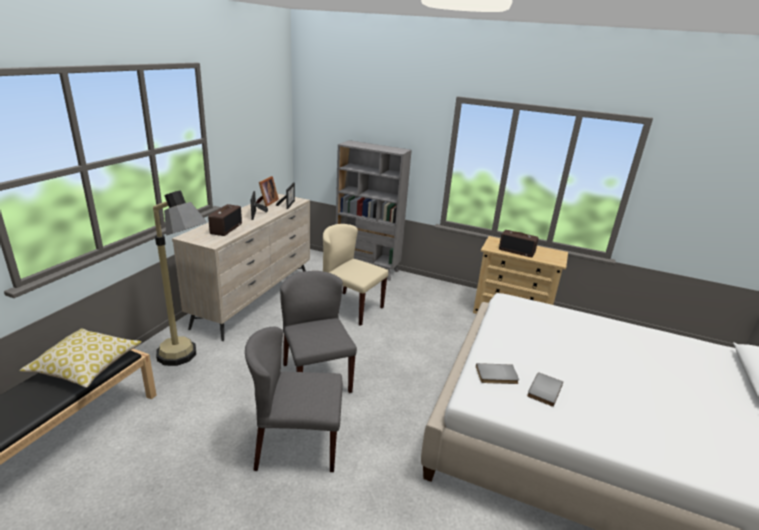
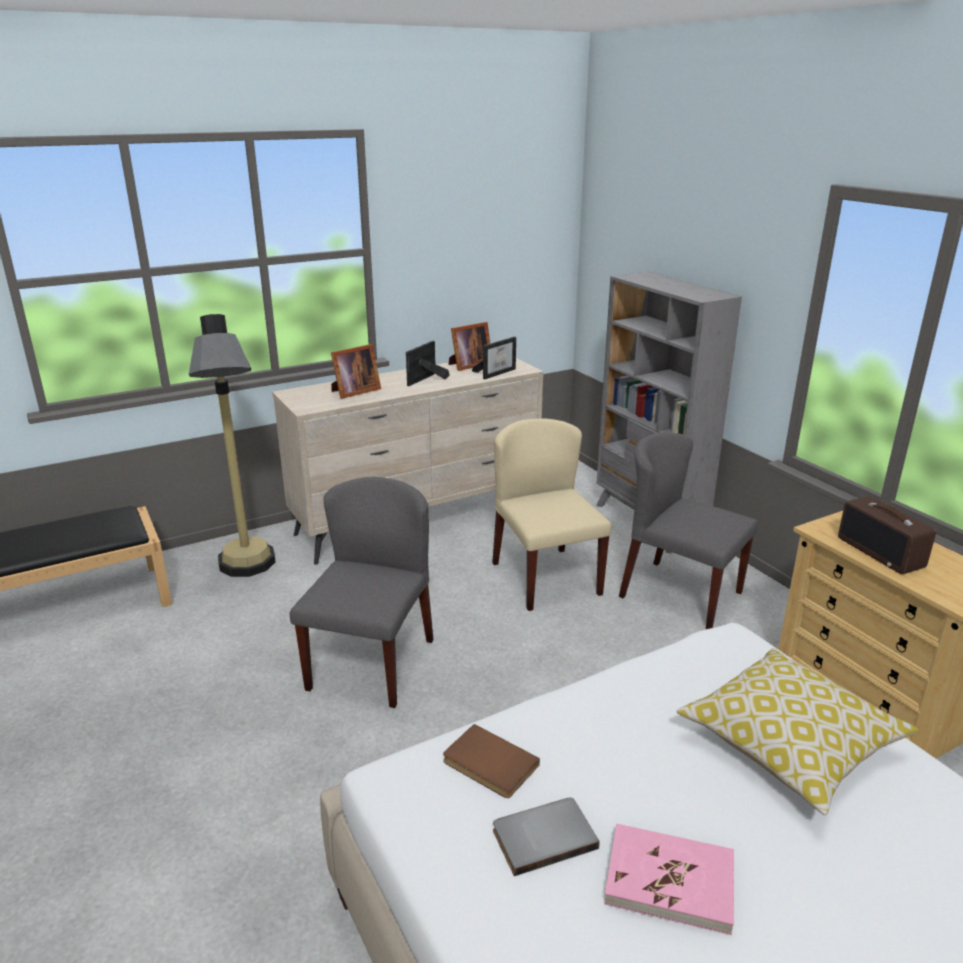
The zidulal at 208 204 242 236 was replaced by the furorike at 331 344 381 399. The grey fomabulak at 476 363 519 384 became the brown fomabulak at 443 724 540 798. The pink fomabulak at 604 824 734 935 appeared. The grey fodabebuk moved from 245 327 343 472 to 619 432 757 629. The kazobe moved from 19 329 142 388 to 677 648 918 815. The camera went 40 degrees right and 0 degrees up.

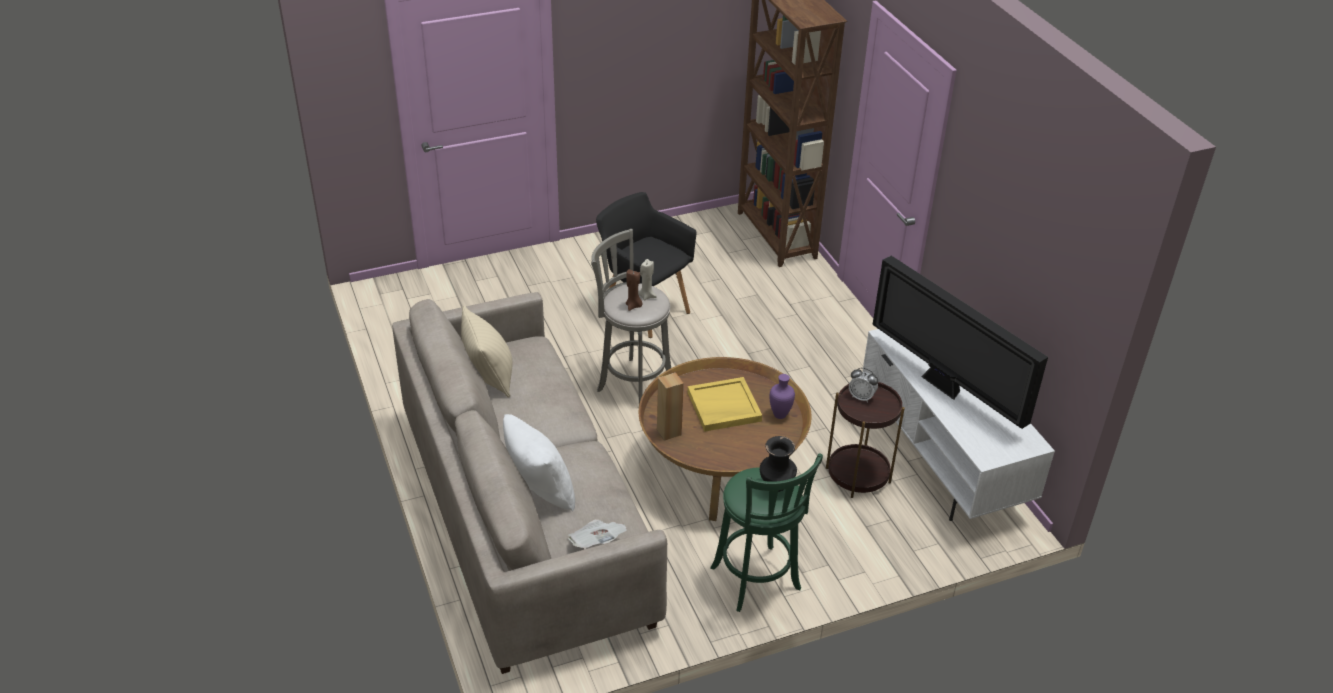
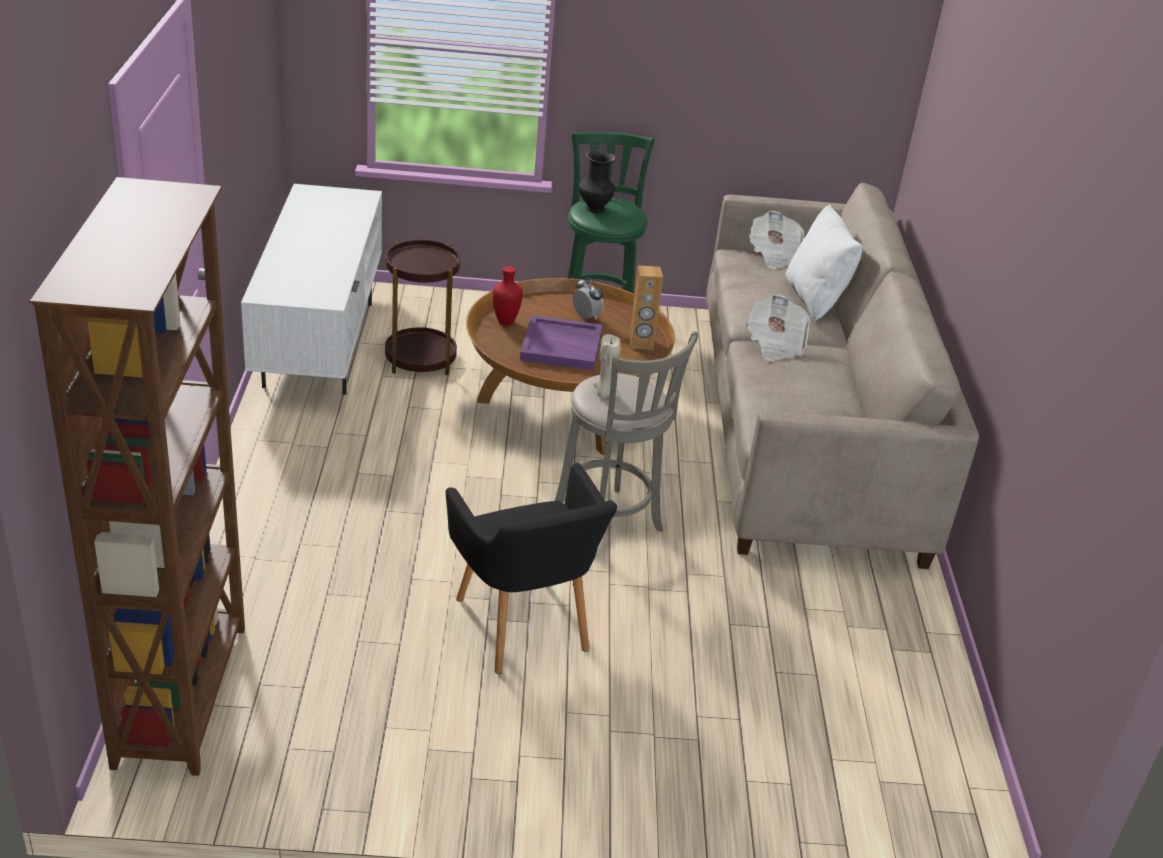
The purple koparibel at 770 374 795 419 became the red koparibel at 492 266 523 326. The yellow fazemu at 687 377 762 432 became the purple fazemu at 520 315 602 371. The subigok moved from 849 368 878 403 to 573 277 603 320. The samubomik at 746 294 811 361 appeared. The beige kazobe at 461 306 513 398 disappeared. The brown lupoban at 626 269 643 311 disappeared. The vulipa at 872 256 1048 429 disappeared. The camera went 160 degrees left and 5 degrees down.

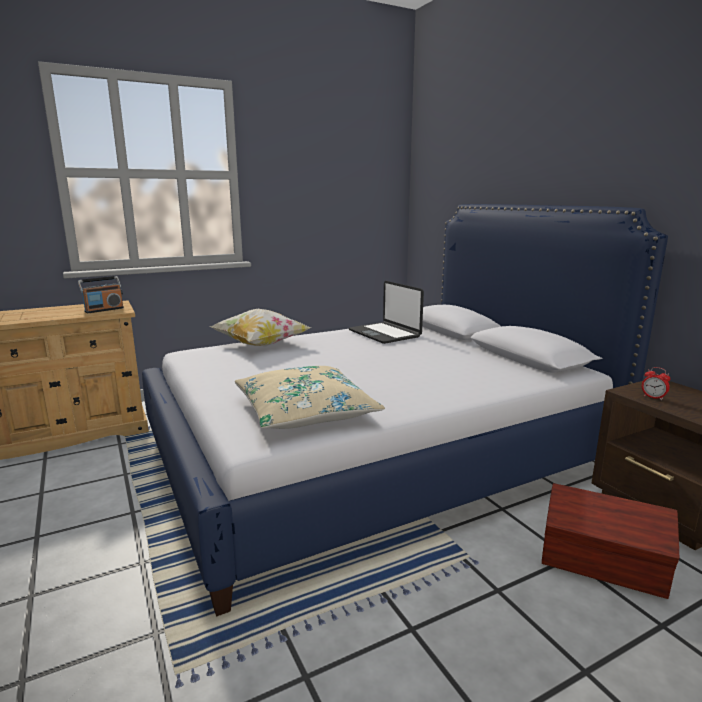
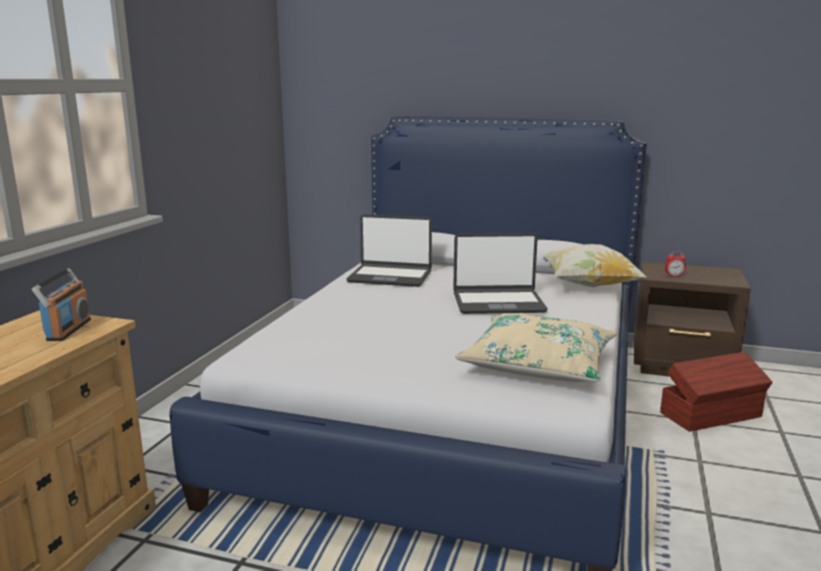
The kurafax at 453 233 548 314 appeared. The kazobe moved from 211 309 311 346 to 543 244 646 287. The camera went 45 degrees left and 0 degrees up.

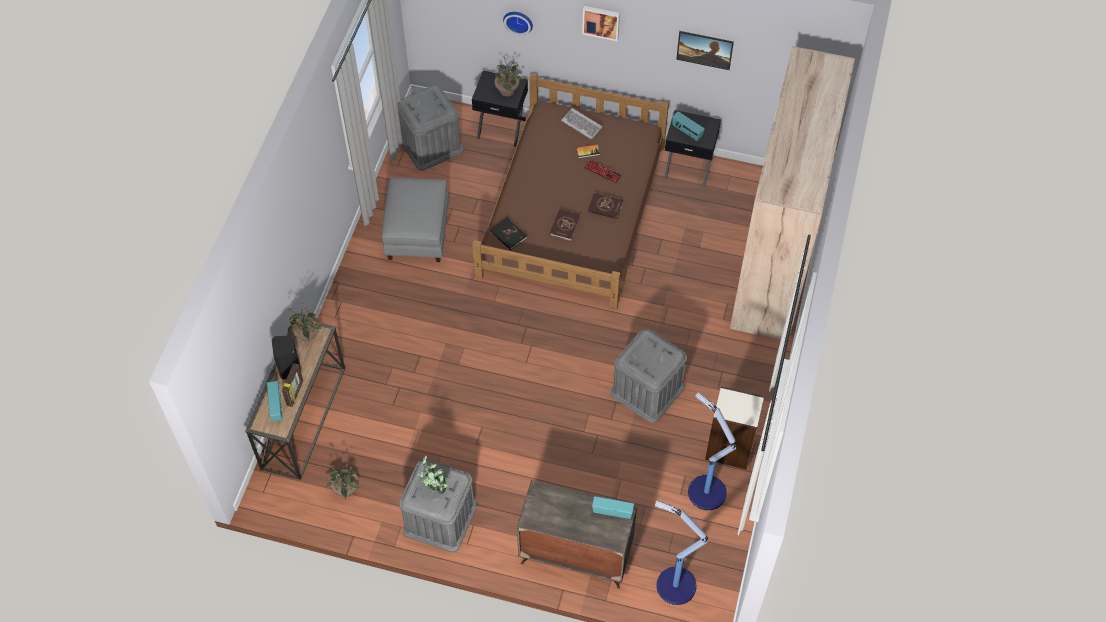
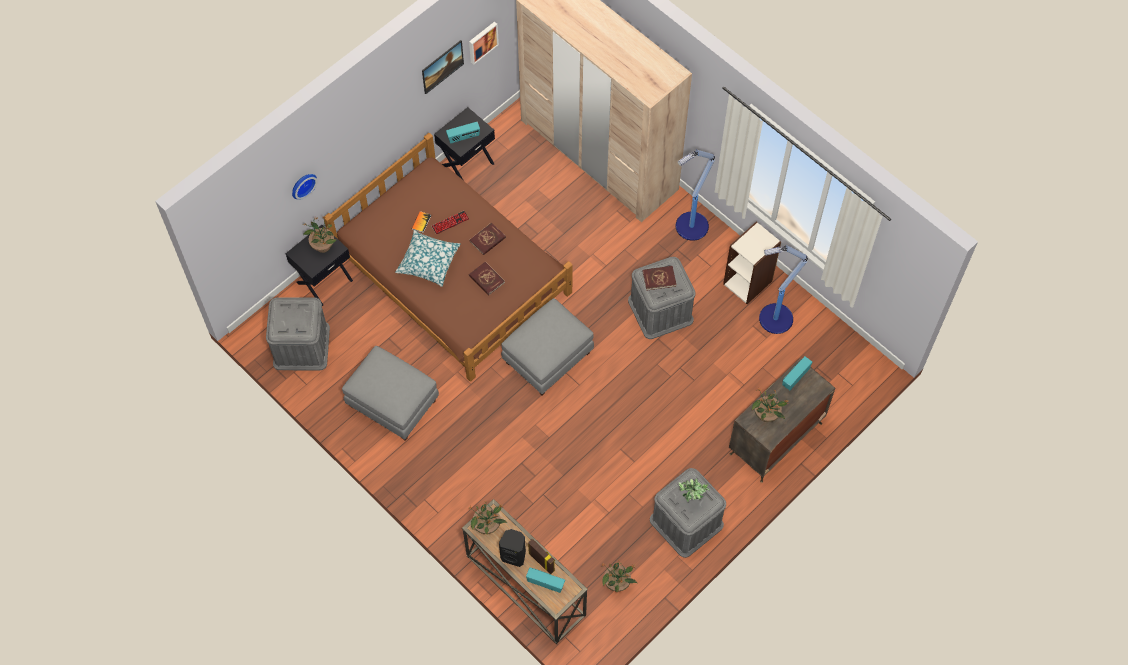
The kazobe at 395 230 461 287 appeared. The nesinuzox moved from 582 6 620 41 to 469 21 499 65. The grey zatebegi at 501 298 594 395 appeared. The red fomabulak at 643 266 677 291 appeared. The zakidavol moved from 655 500 708 605 to 676 150 715 241. The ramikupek at 752 387 788 422 appeared. The black fomabulak at 490 217 527 250 disappeared. The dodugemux at 561 108 602 139 disappeared. The camera went 60 degrees left and 5 degrees up.

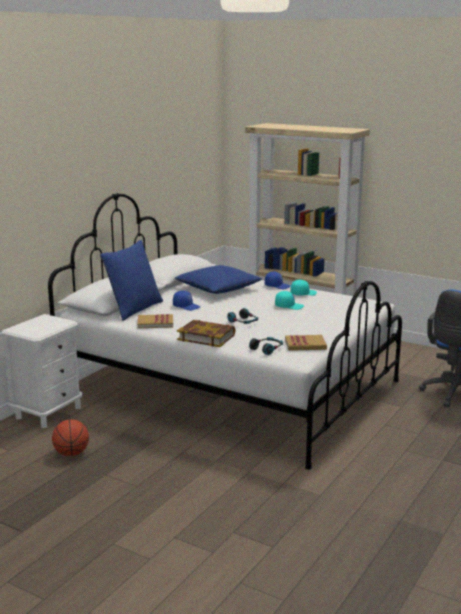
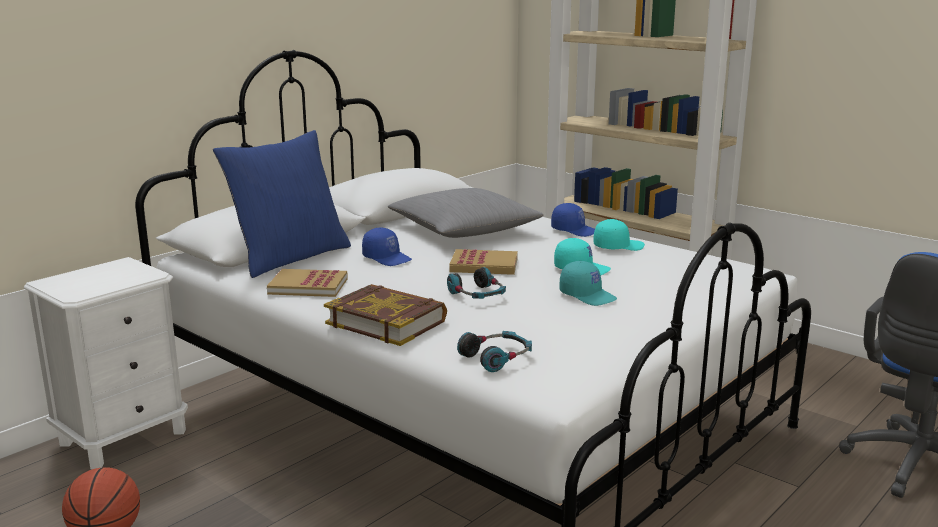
The blue kazobe at 175 265 262 294 became the grey kazobe at 388 188 544 238. The fomabulak moved from 285 335 327 351 to 449 249 518 275. The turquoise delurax at 559 261 617 306 appeared. The camera went 10 degrees right and 0 degrees up.

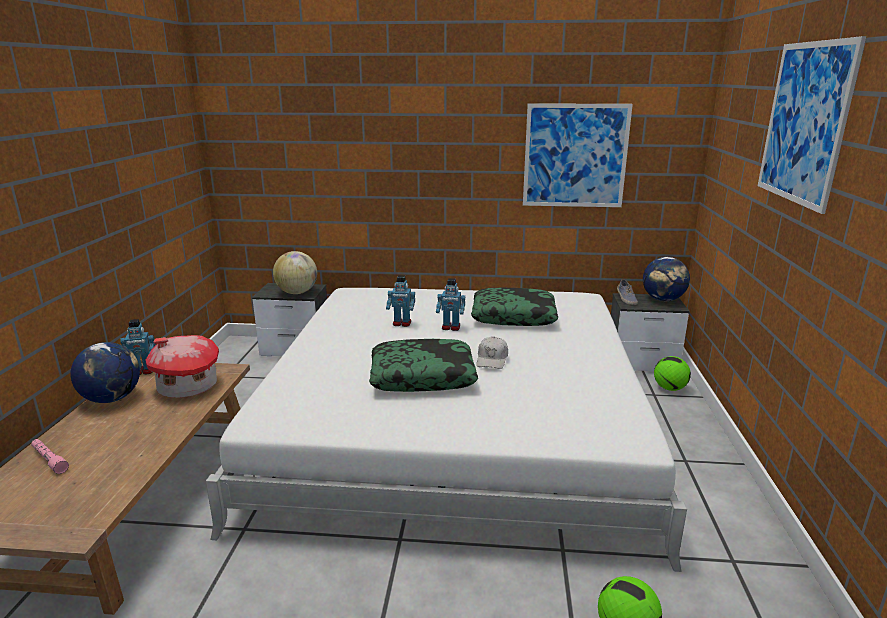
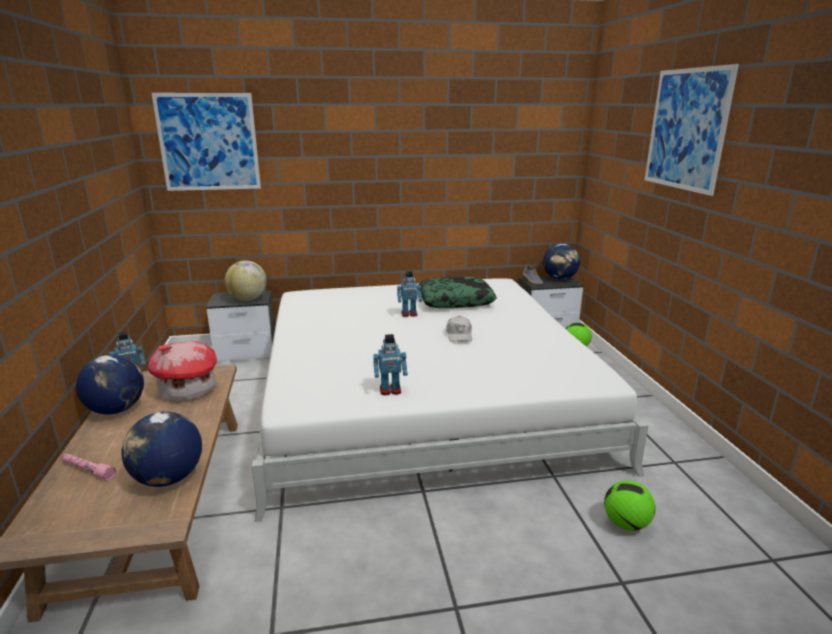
The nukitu at 121 412 202 487 appeared. The nesinuzox moved from 523 103 633 207 to 151 93 261 191. The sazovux moved from 386 275 415 327 to 373 334 408 395. The kazobe at 369 339 478 392 disappeared. The camera went 15 degrees left and 0 degrees up.

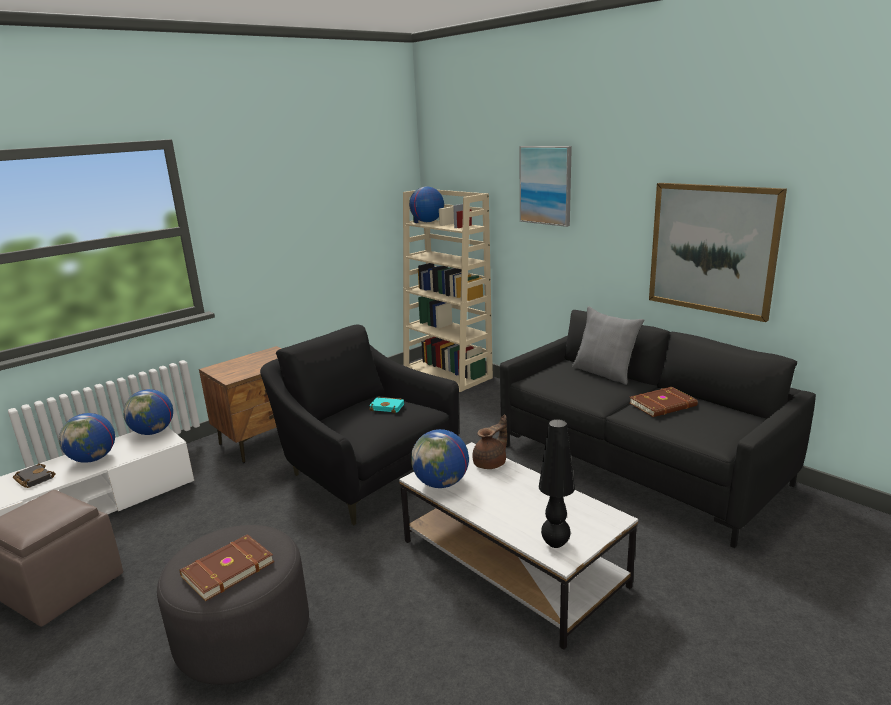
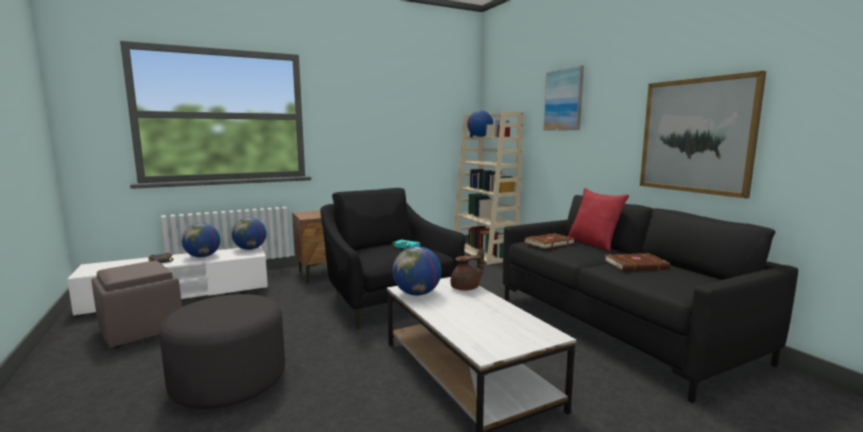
The brown fomabulak moved from 180 534 274 602 to 524 233 575 249. The grey kazobe at 572 306 644 385 became the red kazobe at 568 188 629 251. The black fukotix at 539 419 575 548 disappeared. The camera went 15 degrees right and 10 degrees down.

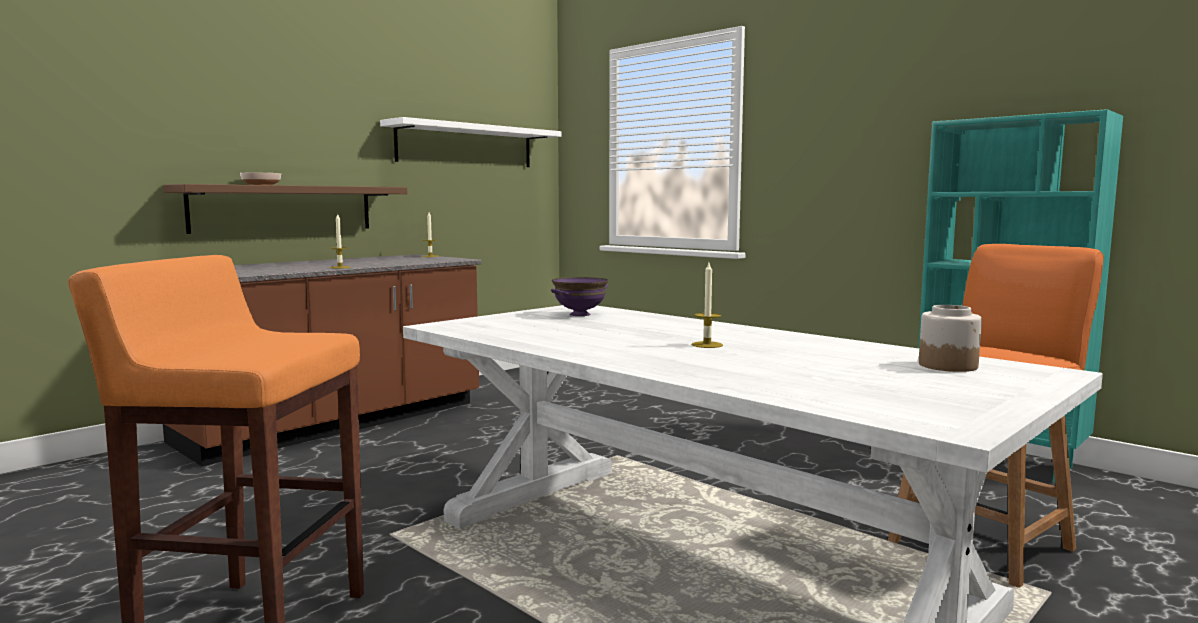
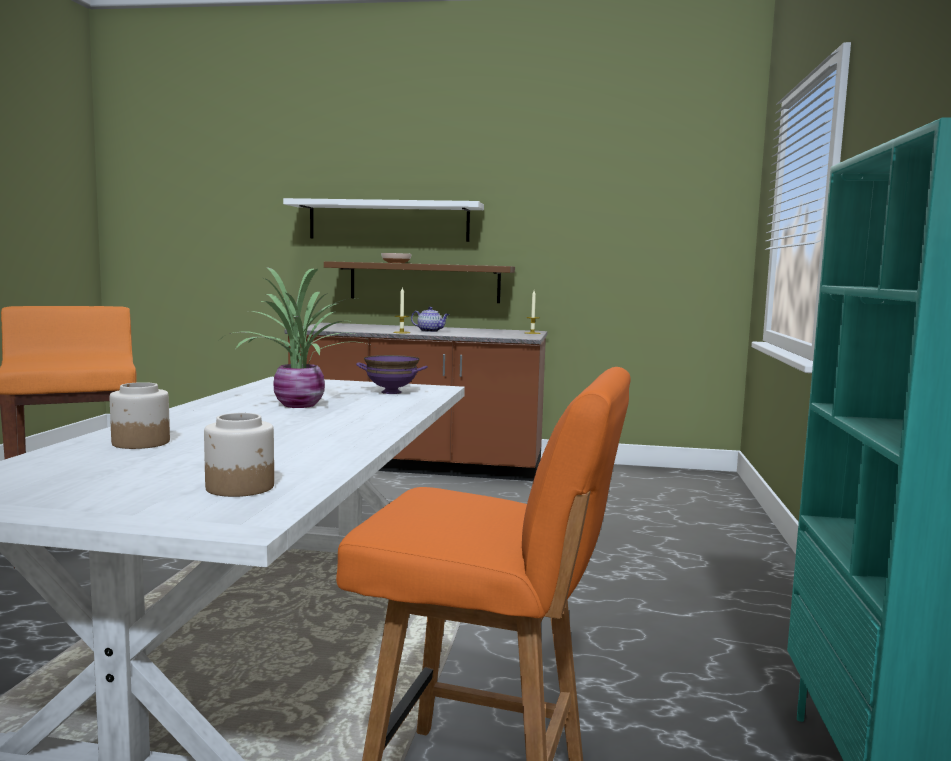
The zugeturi at 110 382 170 449 appeared. The ramikupek at 223 267 371 408 appeared. The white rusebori moved from 380 117 562 167 to 283 198 484 242. The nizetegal at 411 307 449 332 appeared. The lupoban at 692 263 723 348 disappeared. The camera went 55 degrees right and 0 degrees up.

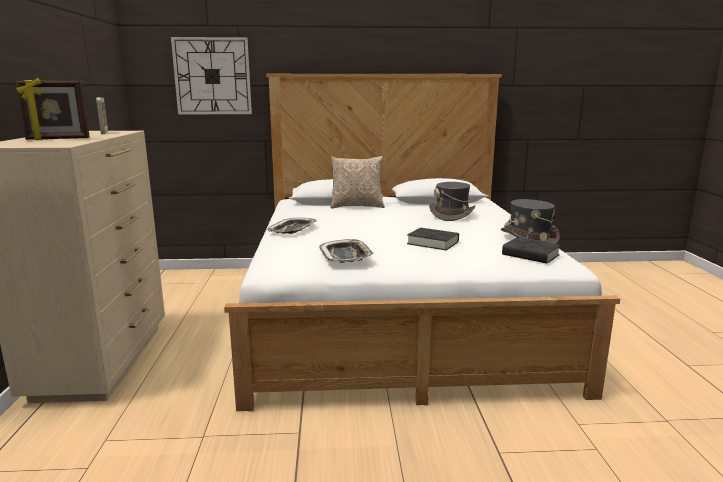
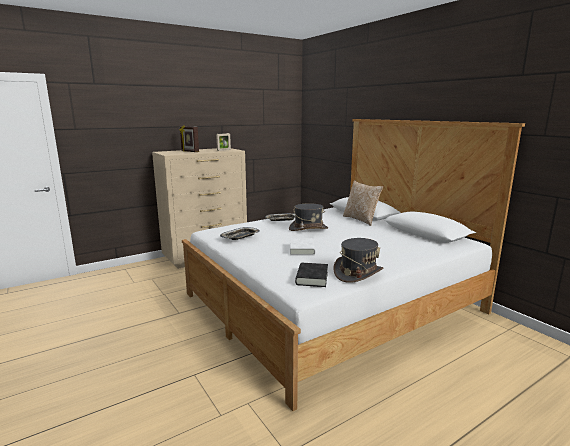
The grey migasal moved from 429 182 475 221 to 289 203 328 231. The black fomabulak at 407 228 459 250 became the white fomabulak at 290 238 315 256. The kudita at 171 37 252 114 disappeared. The camera went 60 degrees right and 0 degrees up.

